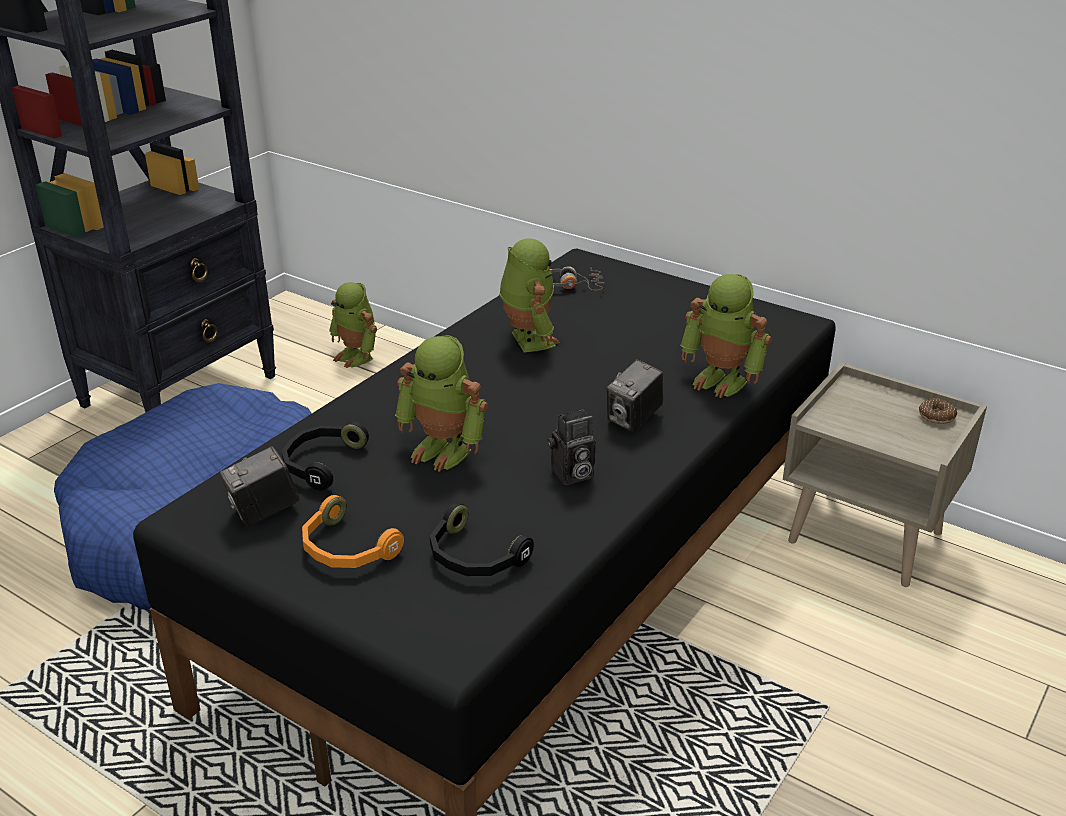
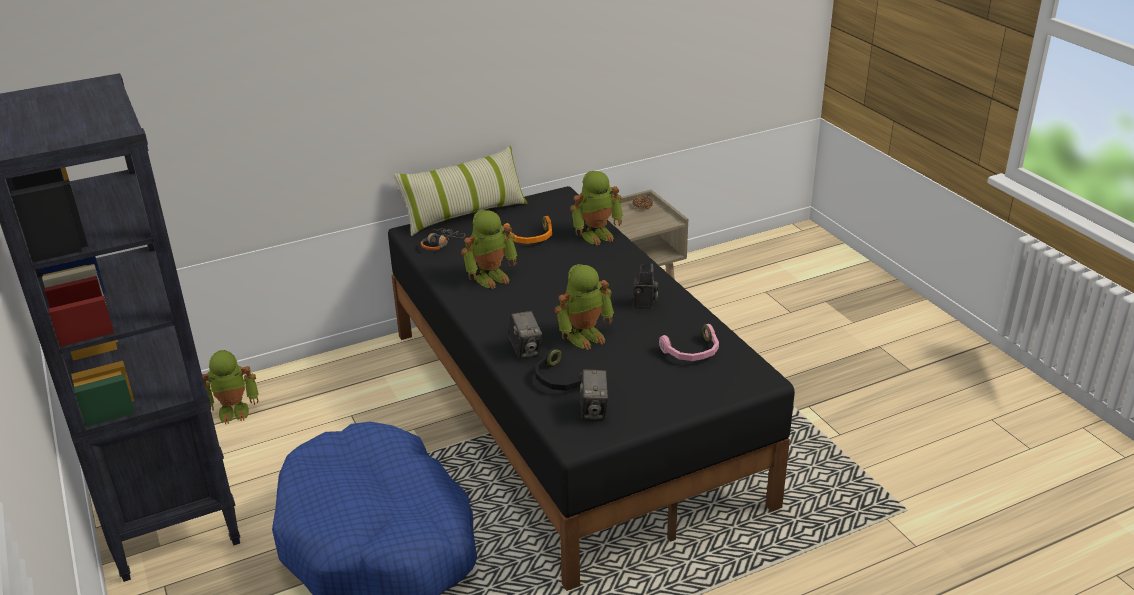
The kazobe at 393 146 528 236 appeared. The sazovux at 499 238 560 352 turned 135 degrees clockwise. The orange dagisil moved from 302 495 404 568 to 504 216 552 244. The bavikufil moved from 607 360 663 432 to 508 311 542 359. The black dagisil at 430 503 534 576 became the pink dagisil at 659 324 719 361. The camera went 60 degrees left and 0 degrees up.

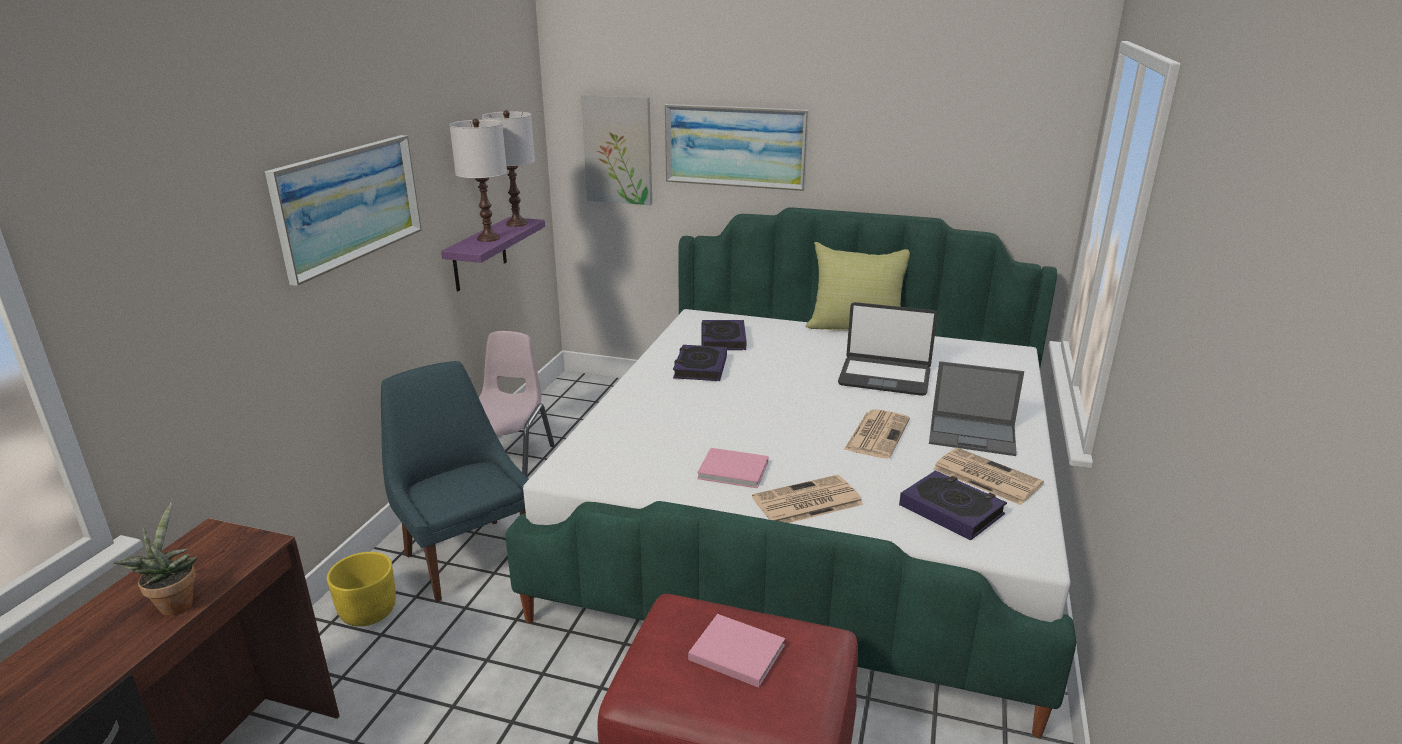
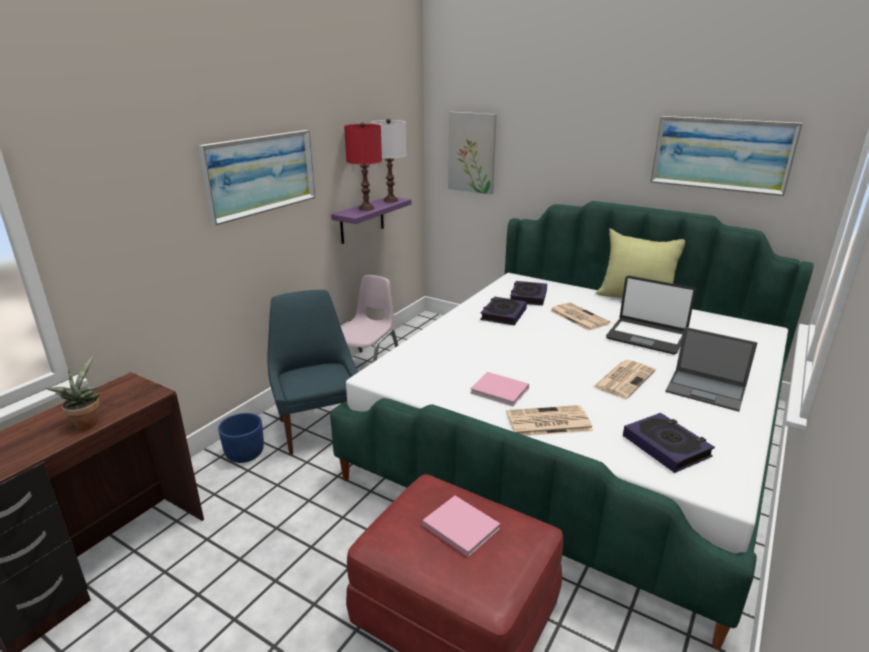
The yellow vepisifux at 327 552 396 627 became the blue vepisifux at 218 413 264 463. The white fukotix at 449 119 507 242 became the red fukotix at 344 122 382 211. The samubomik moved from 933 448 1044 505 to 550 302 610 331. The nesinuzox moved from 665 104 809 191 to 650 116 803 196. The camera went 15 degrees right and 0 degrees up.

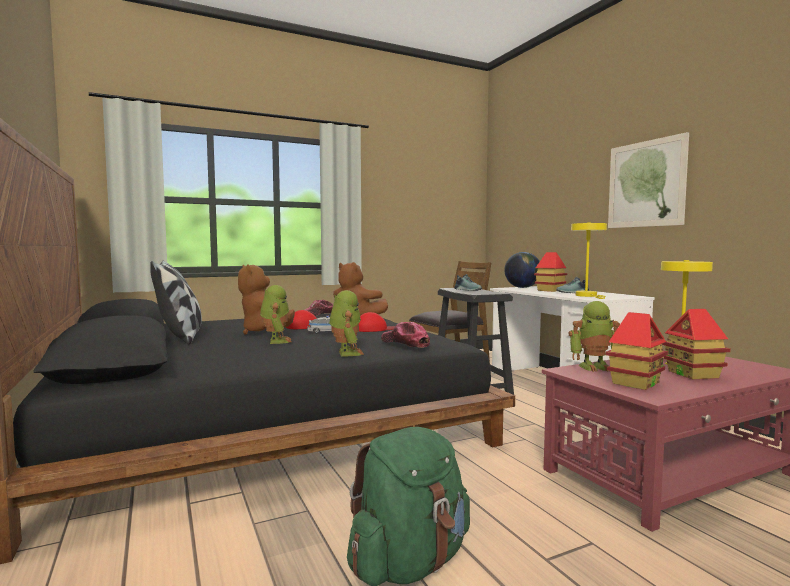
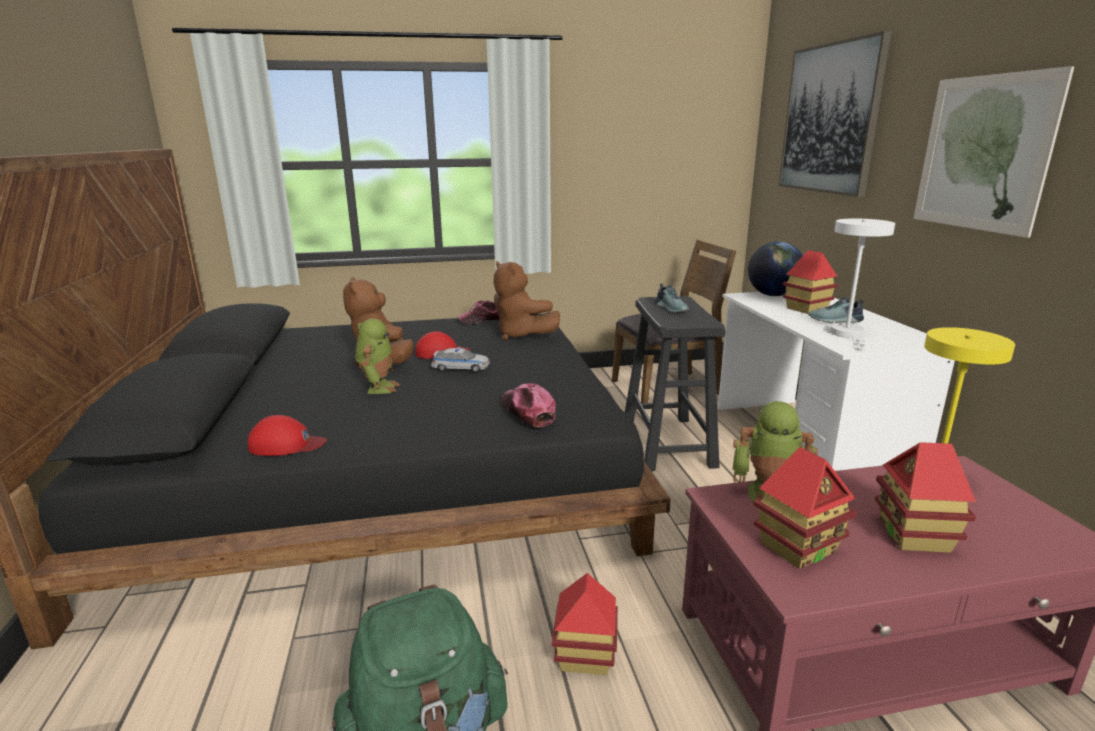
The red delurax moved from 359 312 395 332 to 248 415 327 456. The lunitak at 552 573 618 675 appeared. The nesinuzox at 779 31 892 197 appeared. The yellow fukotix at 571 222 607 299 became the white fukotix at 830 219 895 350. The kazobe at 150 260 202 345 disappeared. The sazovux at 329 290 364 357 disappeared. The camera went 15 degrees right and 15 degrees up.

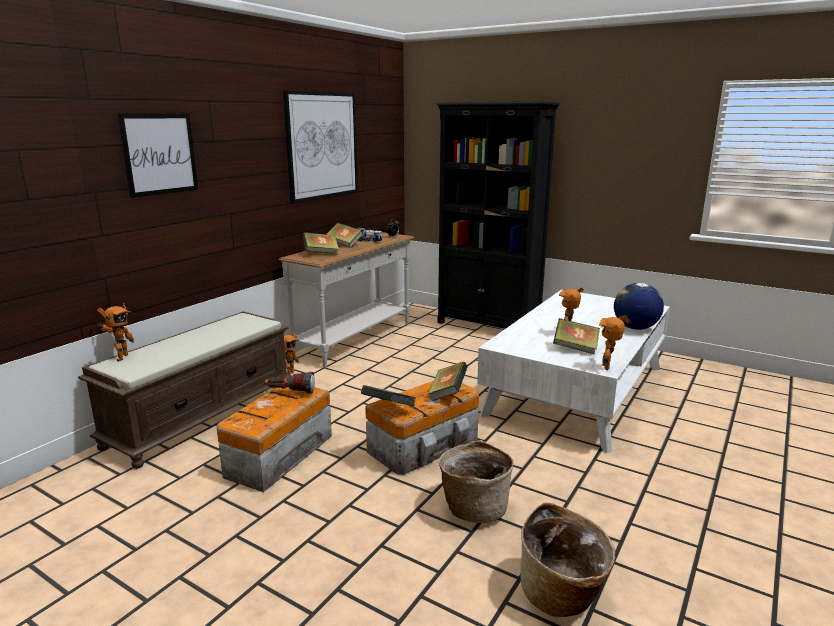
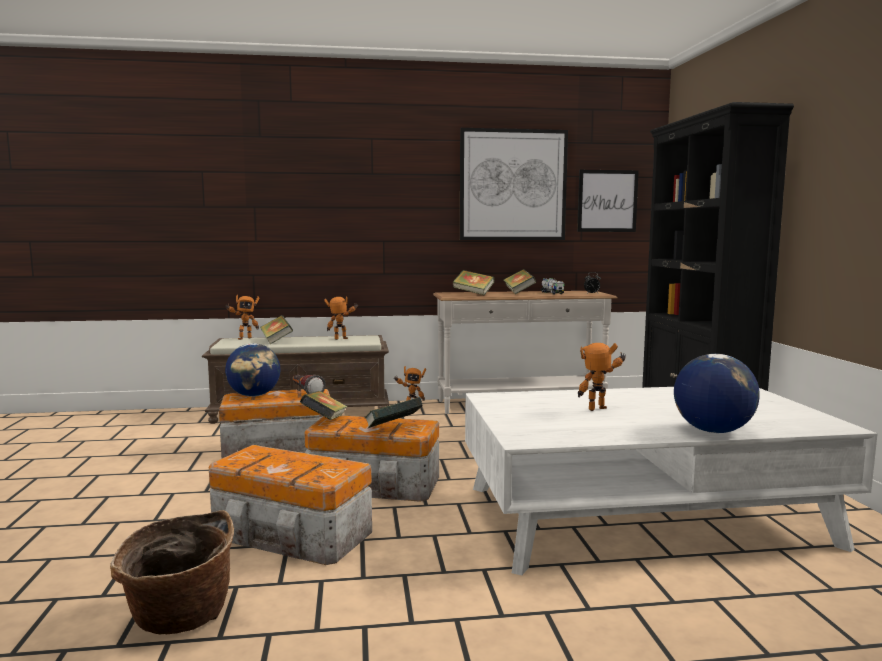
The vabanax at 439 440 514 523 was replaced by the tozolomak at 209 445 372 565. The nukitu at 225 343 280 397 appeared. The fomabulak moved from 553 318 600 355 to 260 315 293 344. The sazovux moved from 599 315 627 370 to 324 296 358 340. The nesinuzox moved from 117 113 198 198 to 577 170 639 232. The camera went 50 degrees right and 10 degrees down.

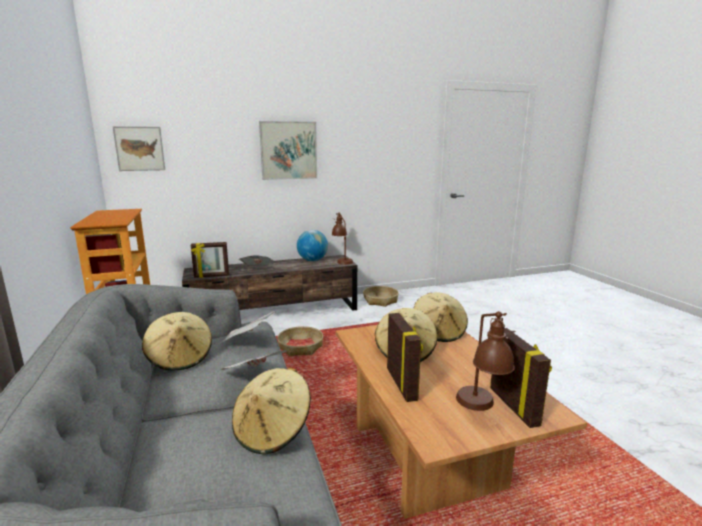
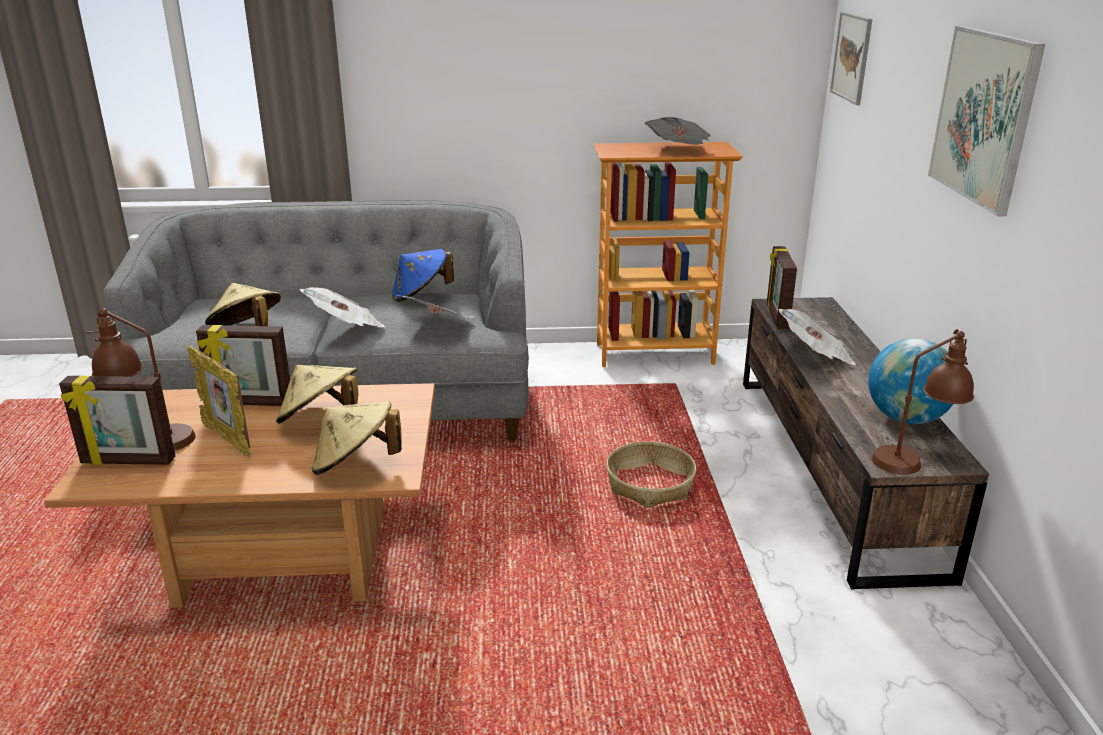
The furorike at 187 345 250 457 appeared. The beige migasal at 142 312 212 371 became the blue migasal at 392 249 454 302. The samubomik at 645 117 710 145 appeared. The vabanax at 363 286 399 307 disappeared. The camera went 105 degrees right and 10 degrees up.

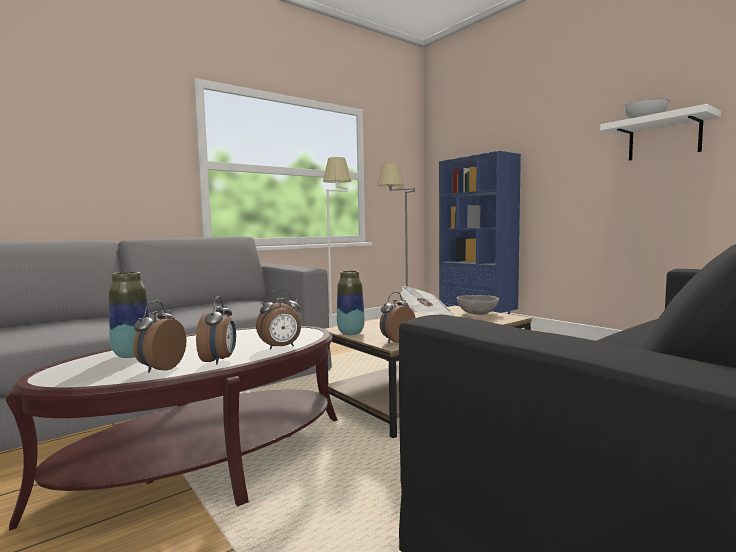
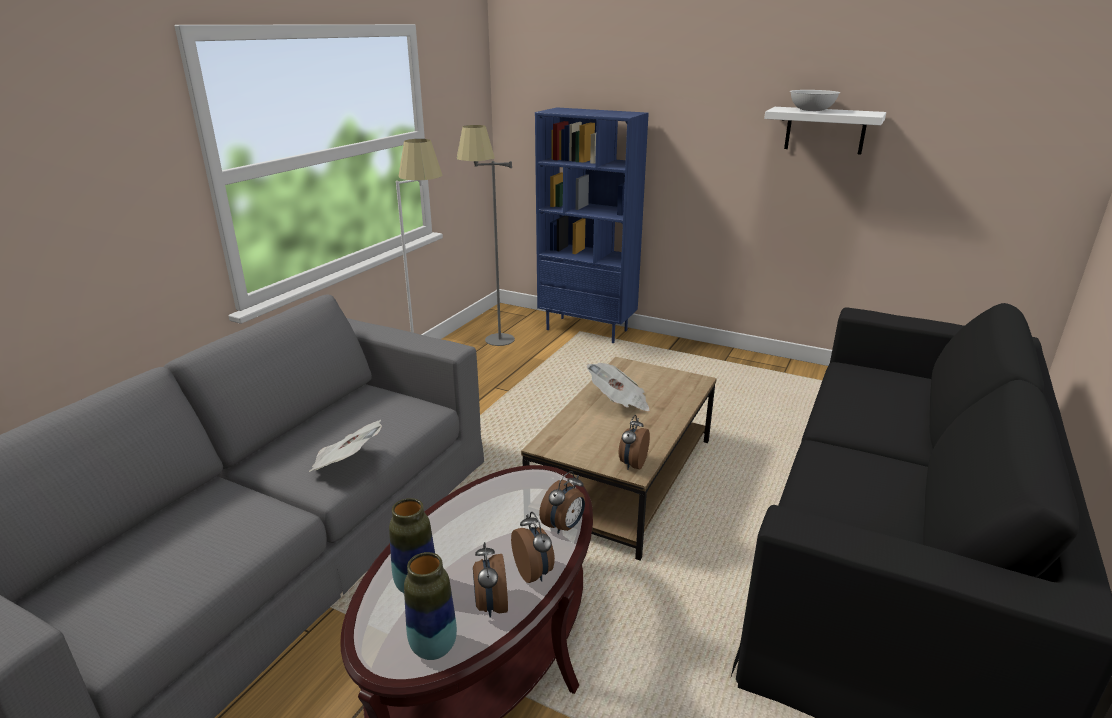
The samubomik at 309 420 382 472 appeared. The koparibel moved from 337 271 364 335 to 404 552 457 660. The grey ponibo at 457 295 499 315 disappeared. The camera went 25 degrees left and 20 degrees up.

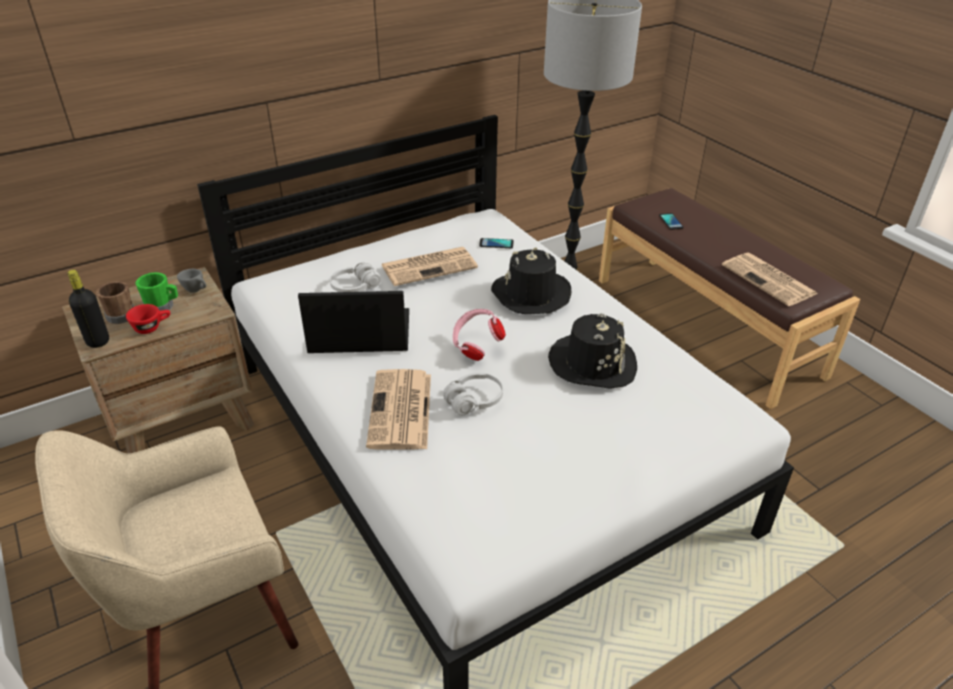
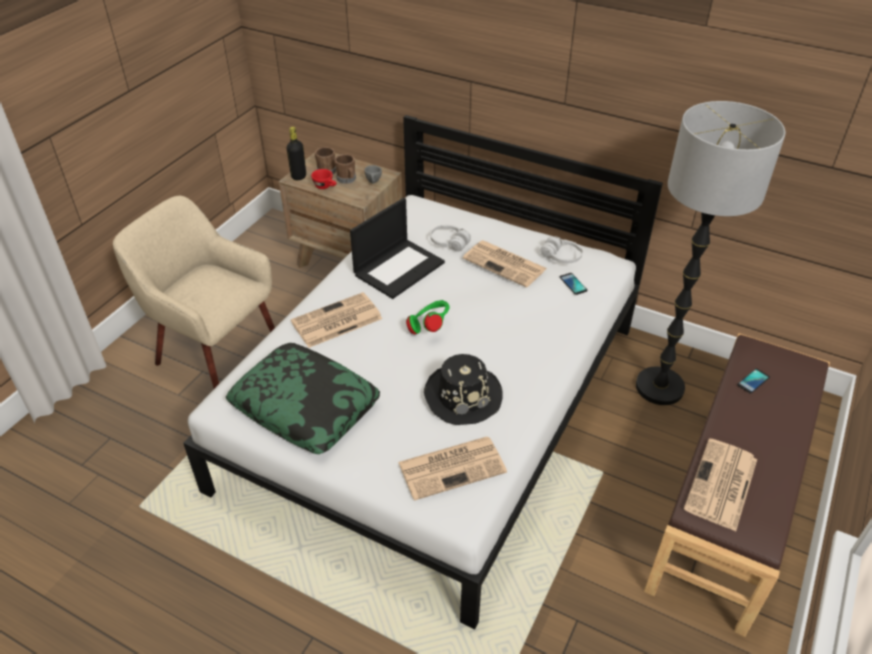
The kazobe at 226 343 380 454 appeared. The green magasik at 136 272 178 311 became the brown magasik at 334 154 356 184. The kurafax at 298 291 409 353 turned 75 degrees clockwise. The samubomik at 398 437 507 501 appeared. The pink dagisil at 453 309 506 361 became the green dagisil at 406 300 450 334. The white dagisil moved from 443 373 503 415 to 541 236 583 263. The black migasal at 491 247 571 314 disappeared. The camera went 60 degrees right and 5 degrees up.

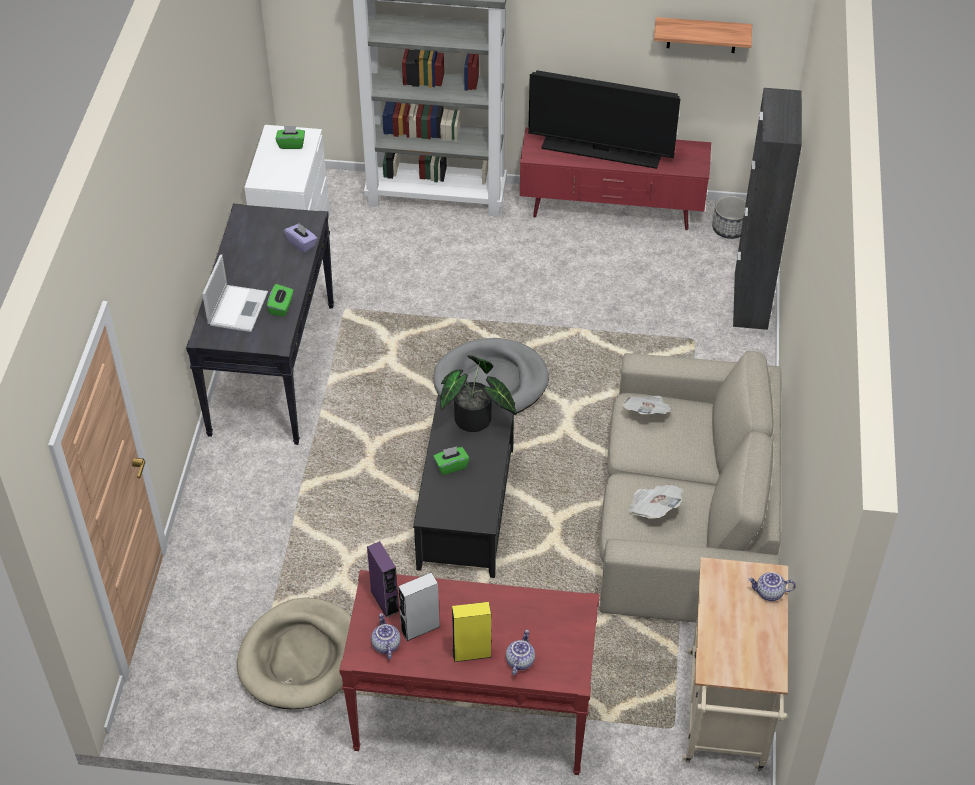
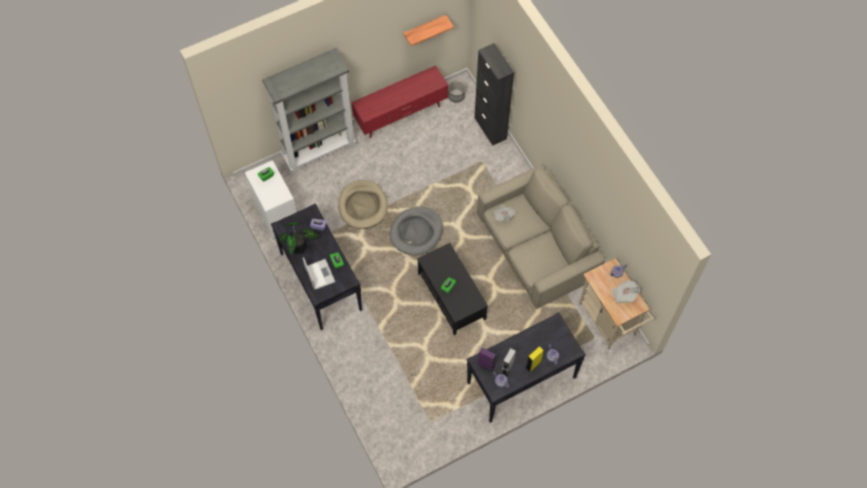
The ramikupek moved from 440 355 517 432 to 279 222 320 256. The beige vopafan moved from 237 598 351 709 to 338 180 388 229. The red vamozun at 339 570 600 775 became the black vamozun at 467 312 586 423. The samubomik moved from 628 484 683 519 to 611 281 640 303. The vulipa at 528 70 680 169 disappeared. The camera went 35 degrees left and 15 degrees up.

